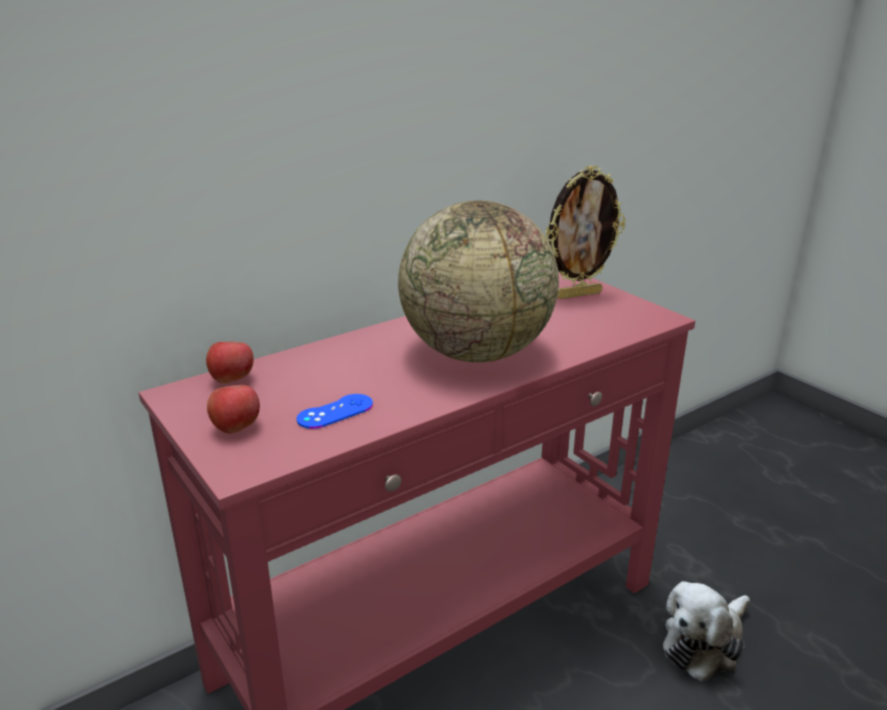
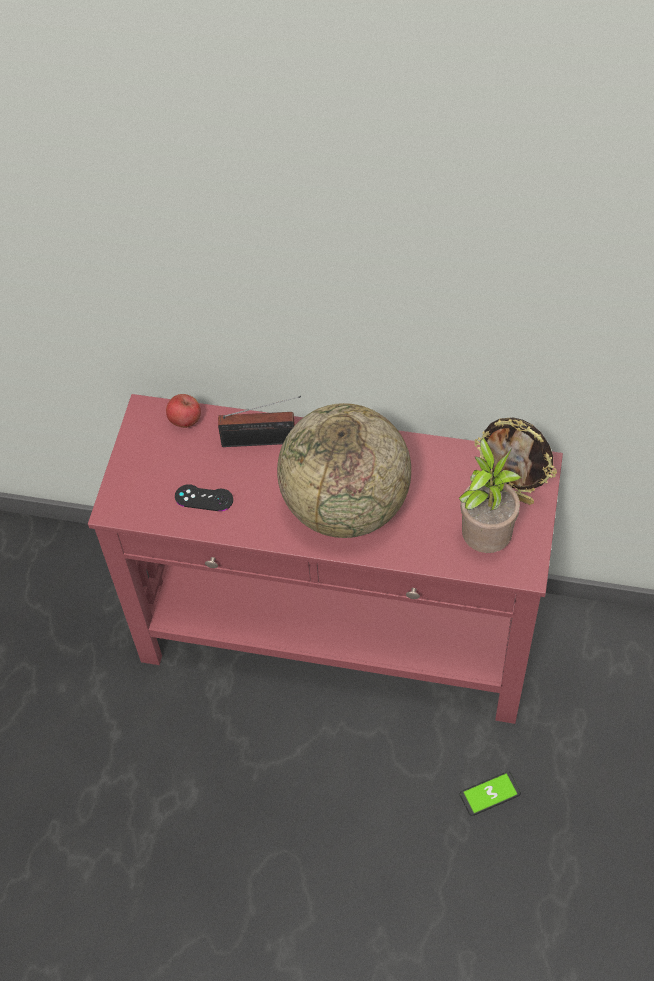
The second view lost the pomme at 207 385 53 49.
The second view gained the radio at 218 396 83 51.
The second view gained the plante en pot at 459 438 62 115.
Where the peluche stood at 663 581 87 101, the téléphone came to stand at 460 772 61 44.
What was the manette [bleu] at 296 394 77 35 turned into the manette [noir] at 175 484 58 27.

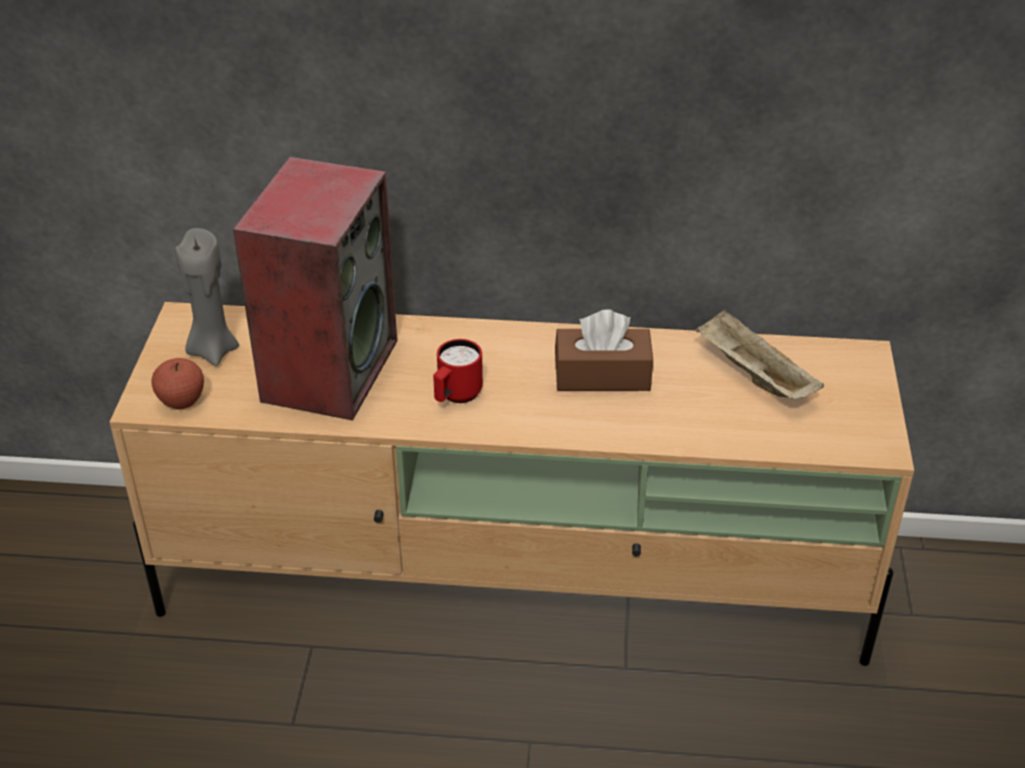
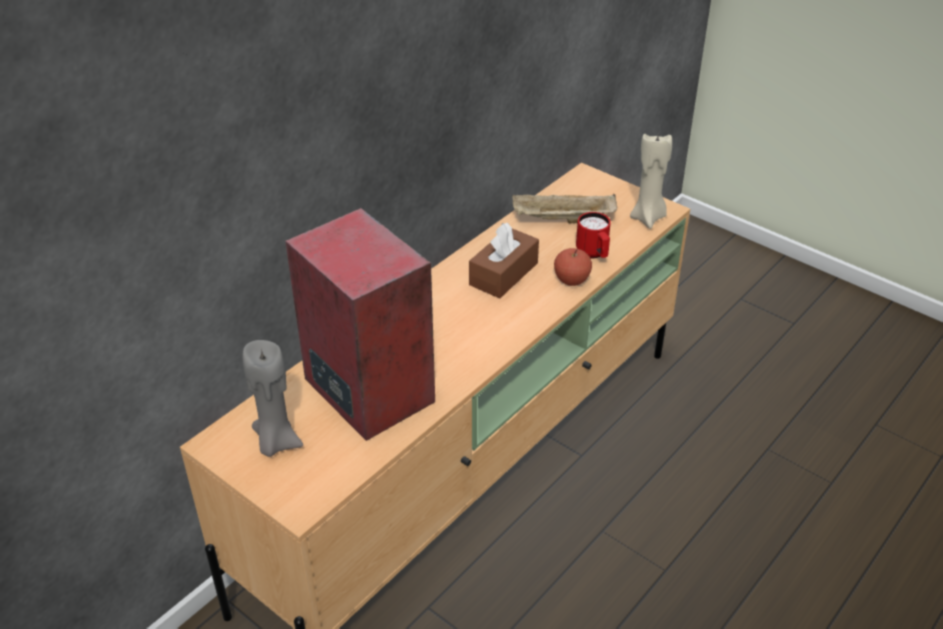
The second view gained the bougie [beige] at 630 131 42 98.
The pomme ended up elsewhere, having gone from 152 358 52 51 to 554 248 38 38.
The mug [rouge] ended up elsewhere, having gone from 433 339 50 64 to 576 212 35 47.

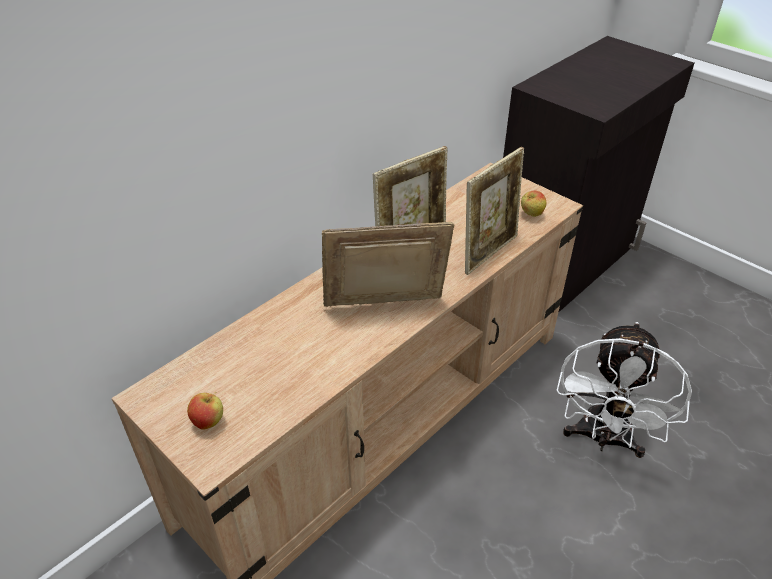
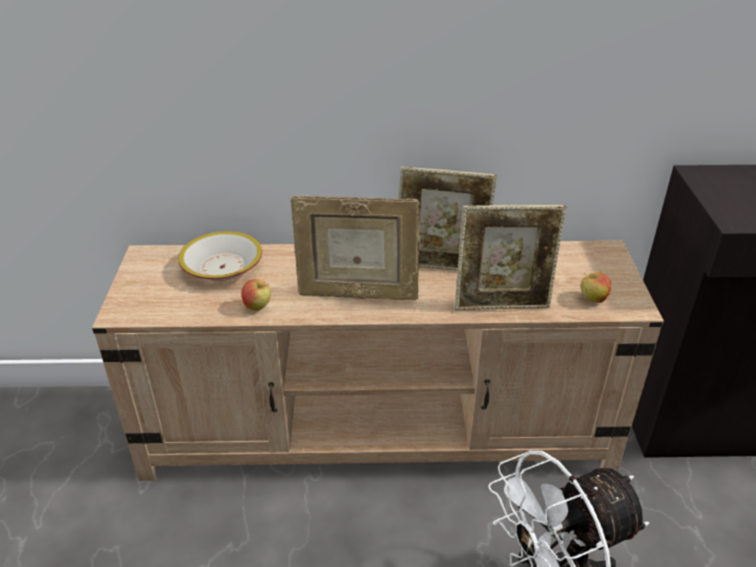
The second view gained the bol at 178 231 84 50.
The pomme ended up elsewhere, having gone from 187 392 36 38 to 241 279 30 32.
The cadre photo at 322 222 132 85 ended up facing another way, 150 degrees clockwise from before.

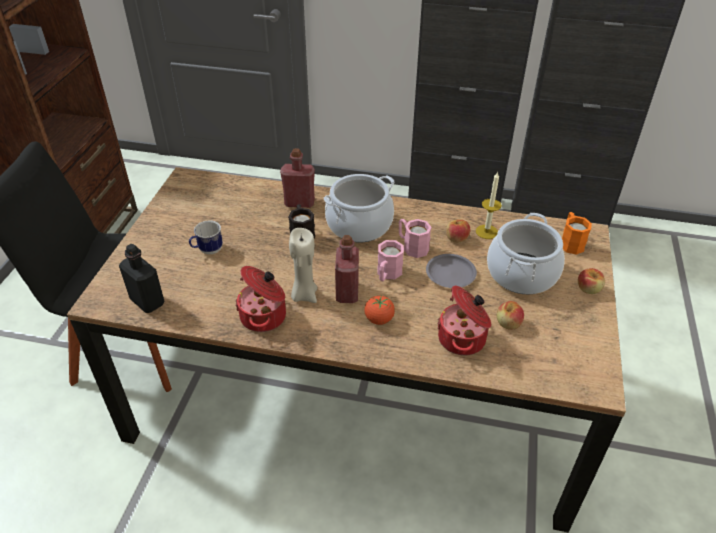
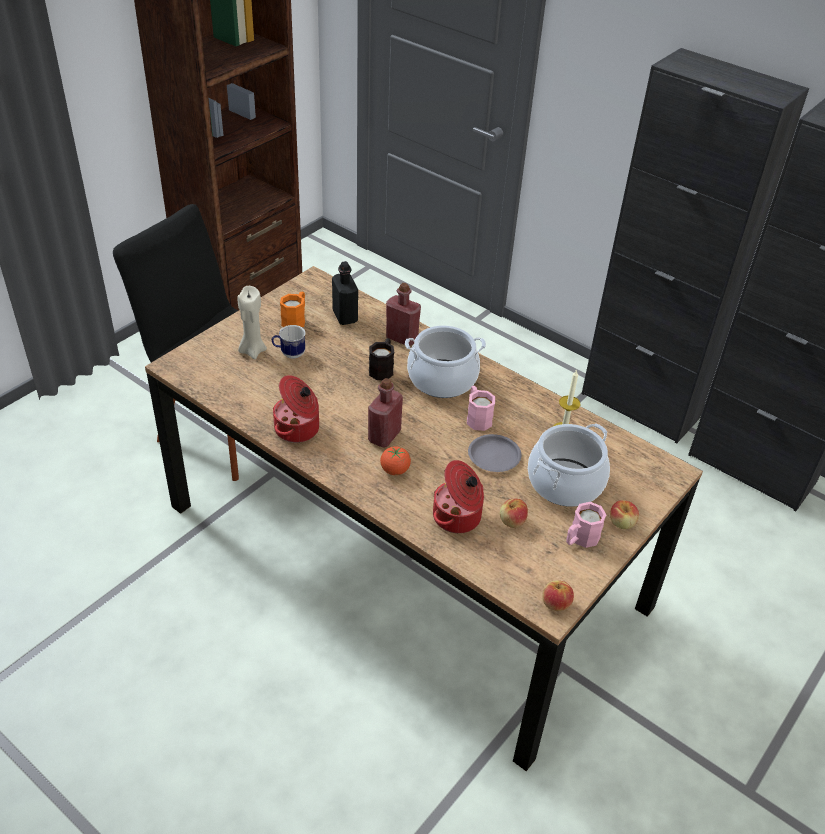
The bouteille [noir] ended up elsewhere, having gone from 119 244 46 69 to 332 261 26 64.
The bougie [beige] ended up elsewhere, having gone from 289 228 28 75 to 237 286 30 73.
The mug [rose] ended up elsewhere, having gone from 377 240 27 41 to 566 502 40 46.
The pomme ended up elsewhere, having gone from 446 219 24 24 to 542 581 32 30.
The mug [orange] ended up elsewhere, having gone from 562 212 30 43 to 280 292 25 35.

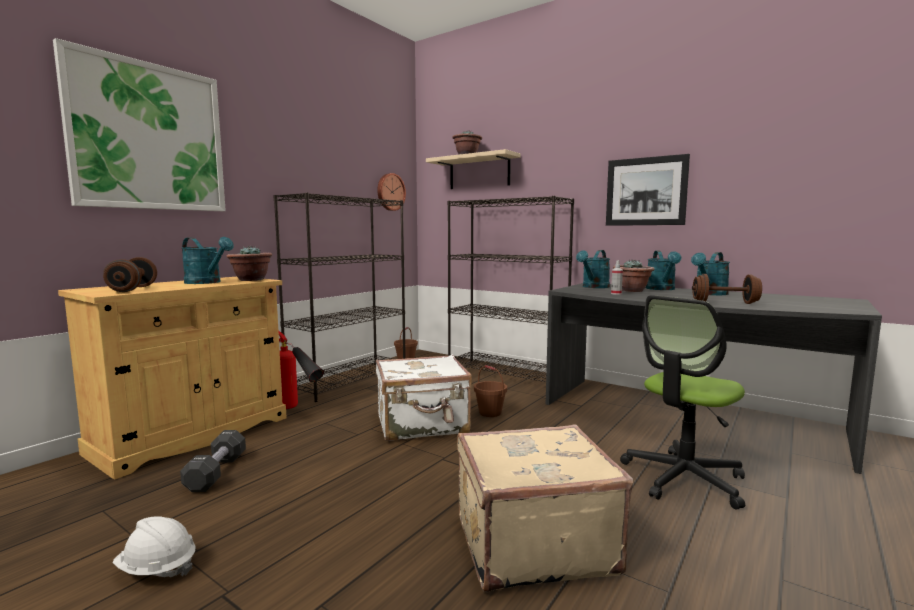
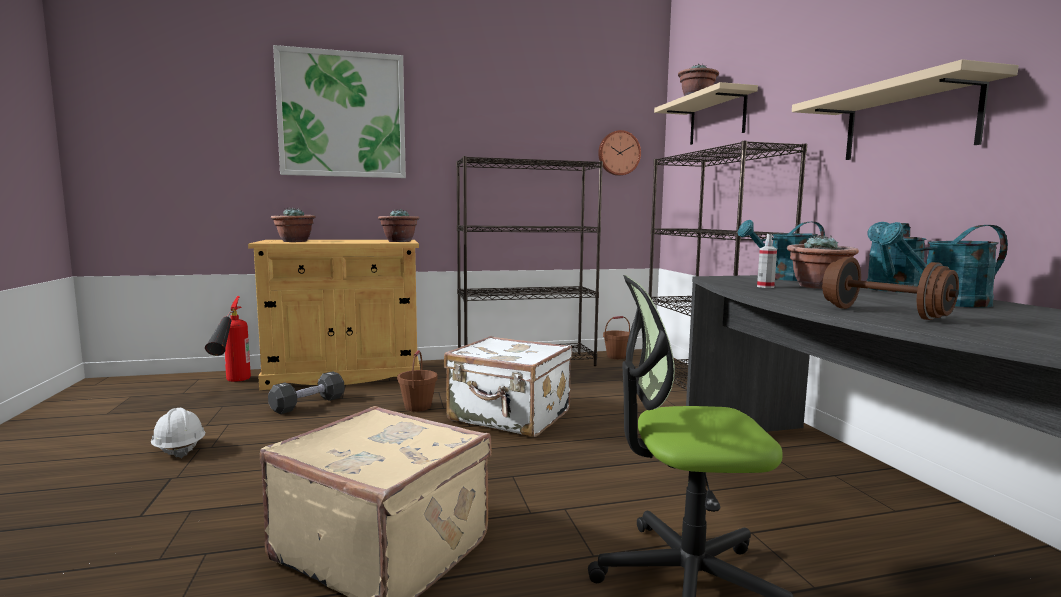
The second view lost the arrosoir [turquoise] at 182 237 52 47.
The extincteur ended up elsewhere, having gone from 278 330 46 79 to 205 296 46 86.
The seau [marron] ended up elsewhere, having gone from 474 365 33 52 to 397 350 40 62.
Where the haltère [marron] stood at 103 257 54 35, the plante en pot came to stand at 271 207 45 35.
Where the tableau hung at 606 154 84 72, the étagère [beige] came to hang at 792 59 227 101.

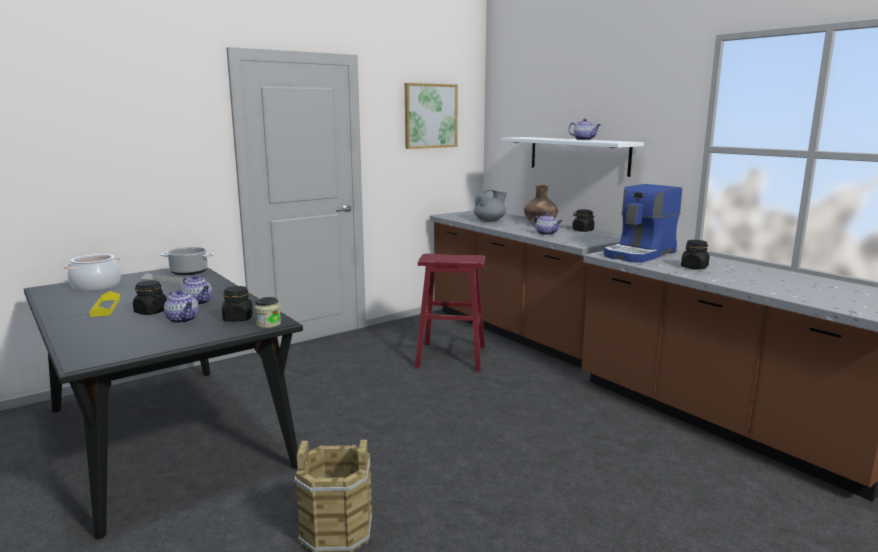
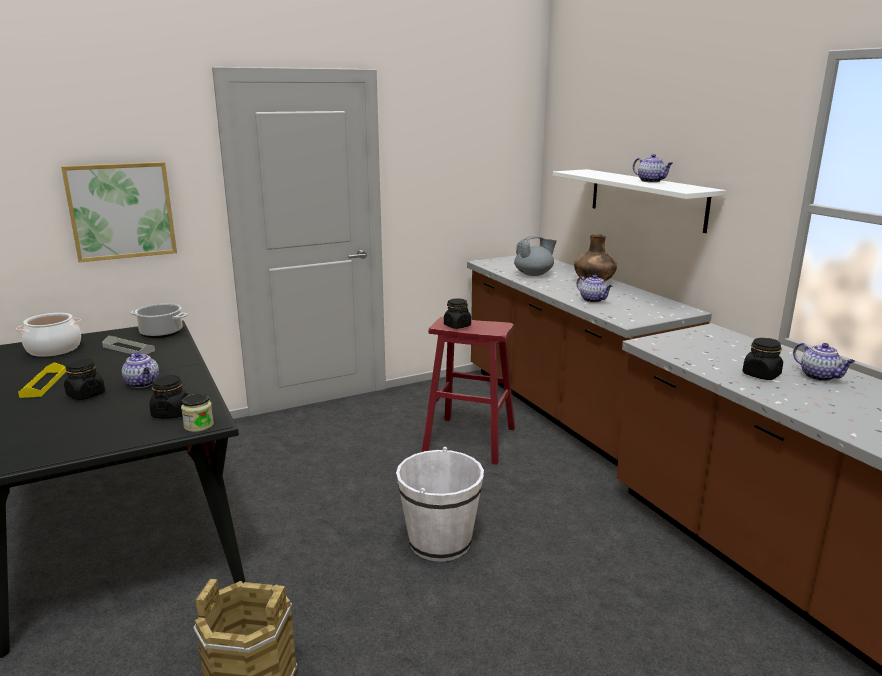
The second view lost the machine à café at 604 184 78 79.
The second view gained the seau [blanc] at 396 447 88 115.
The théière ended up elsewhere, having gone from 164 290 35 33 to 793 343 62 38.
The tableau ended up elsewhere, having gone from 405 83 53 66 to 61 162 116 100.
The bocal [noir] ended up elsewhere, having gone from 572 209 22 23 to 444 298 27 31.

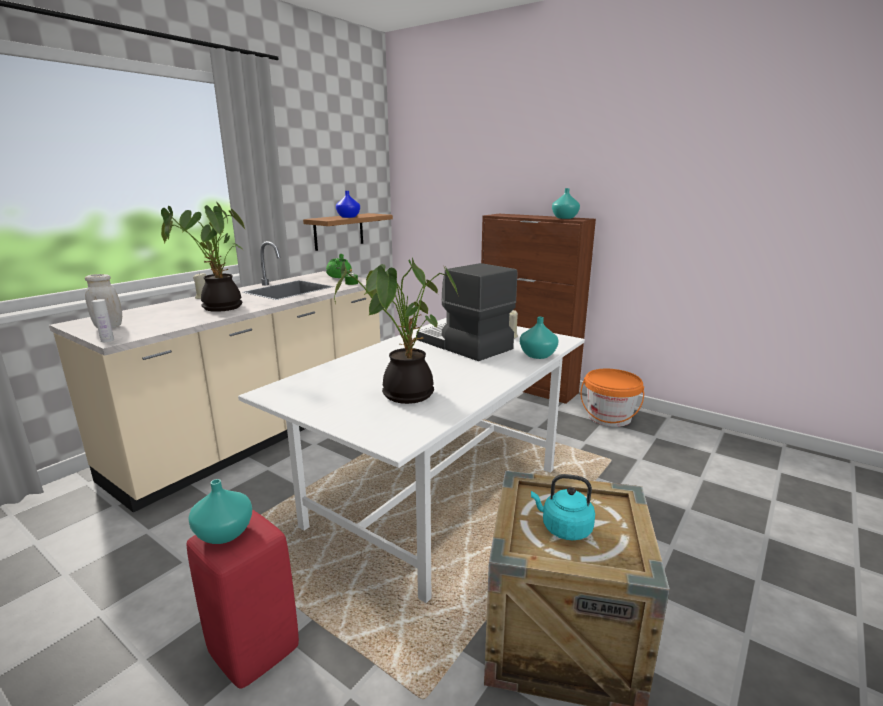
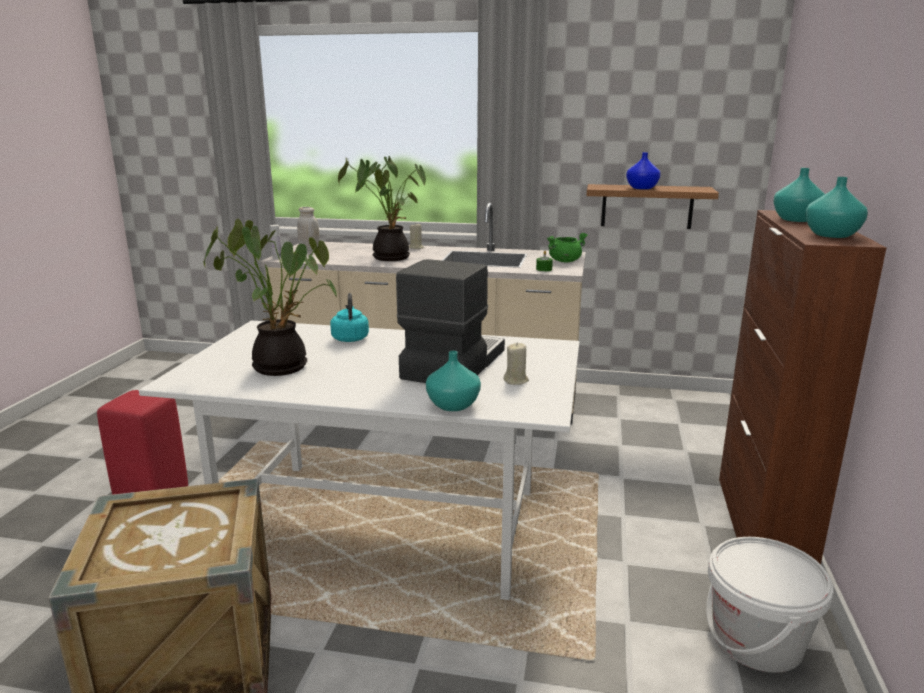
The vase [turquoise] ended up elsewhere, having gone from 188 479 64 65 to 773 168 52 54.
The bouilloire [turquoise] ended up elsewhere, having gone from 531 474 64 66 to 330 293 39 49.
What was the seau [orange] at 581 369 63 58 turned into the seau [blanc] at 706 537 127 136.

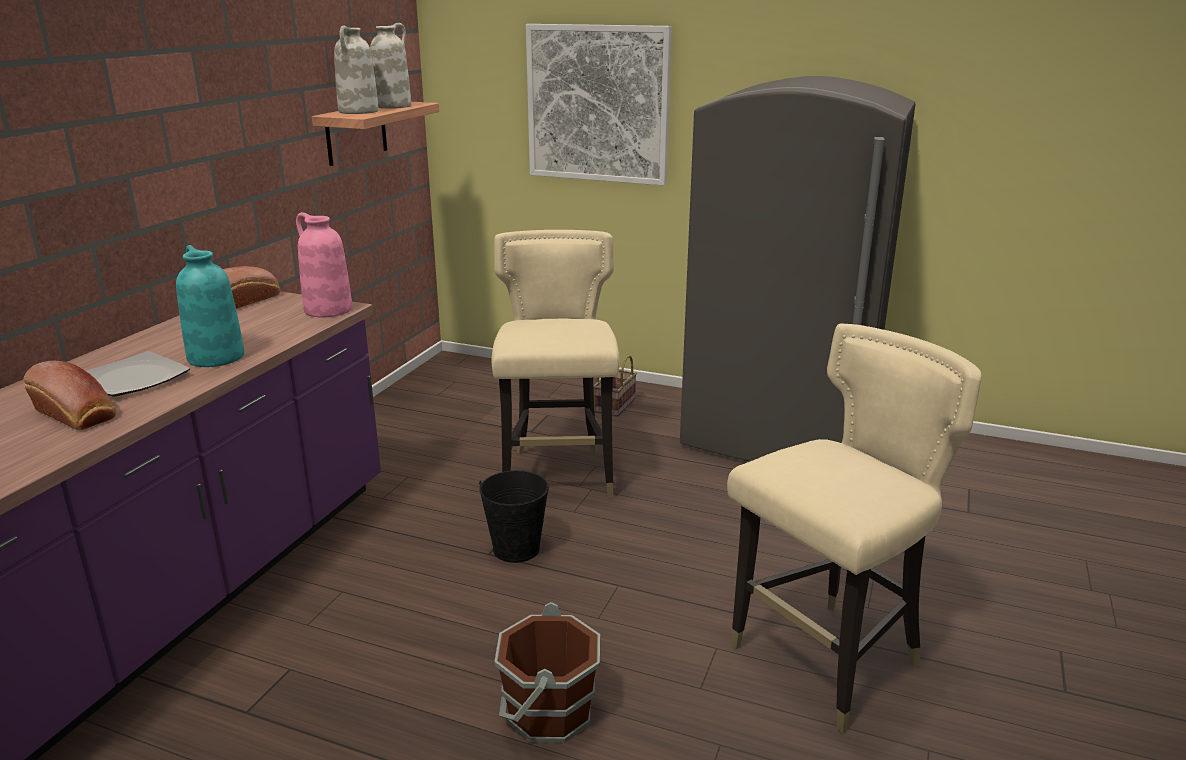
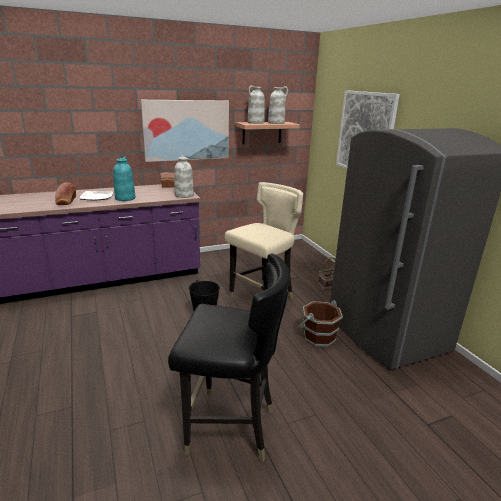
The second view gained the tableau at 140 100 89 62.
The seau [marron] ended up elsewhere, having gone from 494 602 106 141 to 299 300 44 47.
What was the vase [rose] at 296 212 56 106 turned into the vase [blanc] at 174 155 20 43.
What was the chaise [beige] at 727 323 255 411 turned into the chaise [noir] at 168 253 122 209.

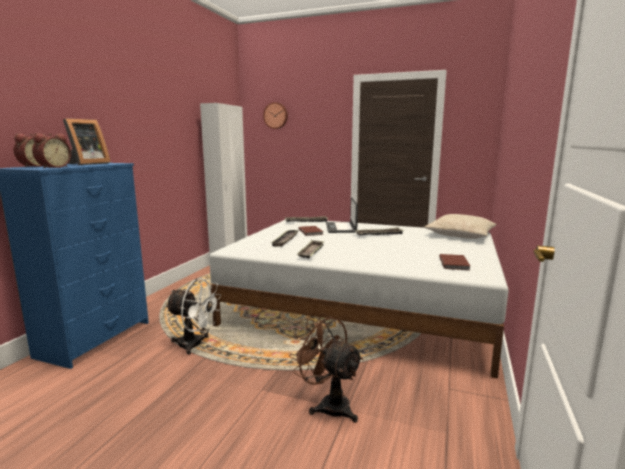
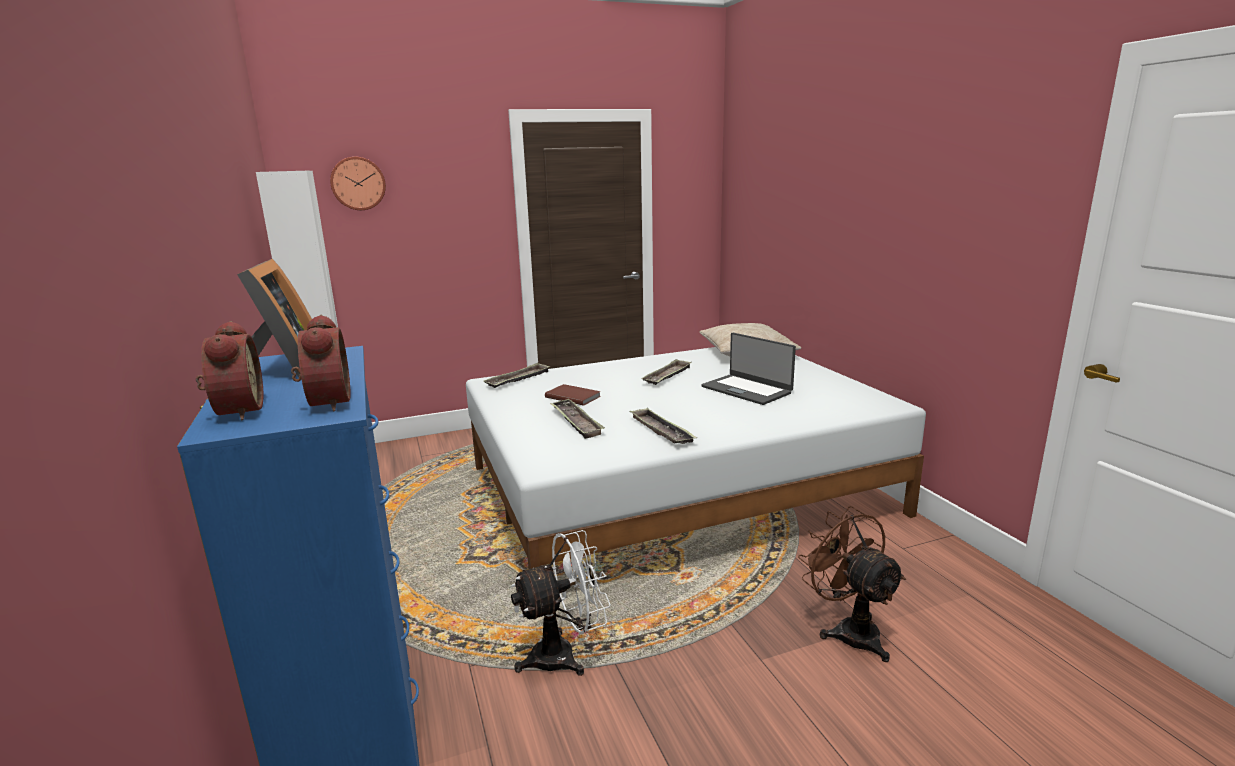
The second view lost the livre [marron] at 439 254 31 16.
The ordinateur portable ended up elsewhere, having gone from 326 198 32 35 to 701 333 95 72.
The ventilateur [marron] at 289 314 75 109 ended up facing another way, 60 degrees clockwise from before.

